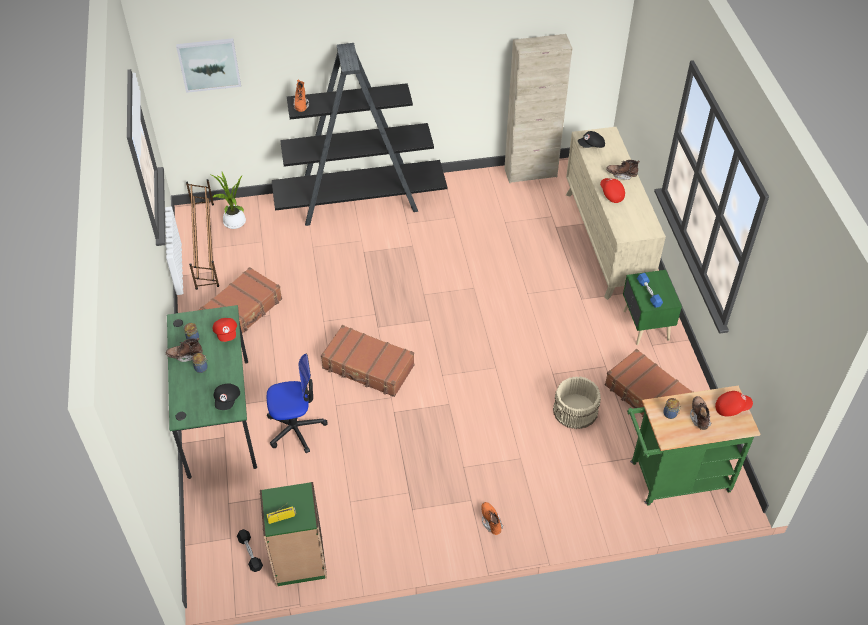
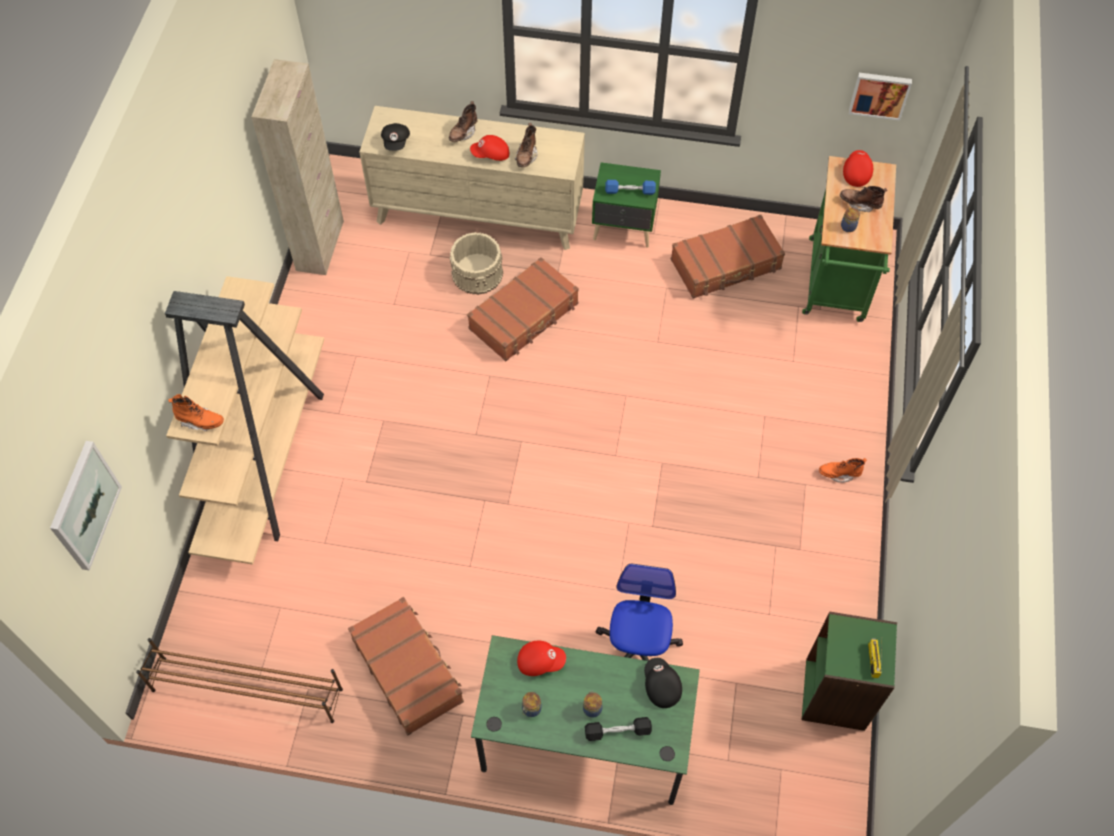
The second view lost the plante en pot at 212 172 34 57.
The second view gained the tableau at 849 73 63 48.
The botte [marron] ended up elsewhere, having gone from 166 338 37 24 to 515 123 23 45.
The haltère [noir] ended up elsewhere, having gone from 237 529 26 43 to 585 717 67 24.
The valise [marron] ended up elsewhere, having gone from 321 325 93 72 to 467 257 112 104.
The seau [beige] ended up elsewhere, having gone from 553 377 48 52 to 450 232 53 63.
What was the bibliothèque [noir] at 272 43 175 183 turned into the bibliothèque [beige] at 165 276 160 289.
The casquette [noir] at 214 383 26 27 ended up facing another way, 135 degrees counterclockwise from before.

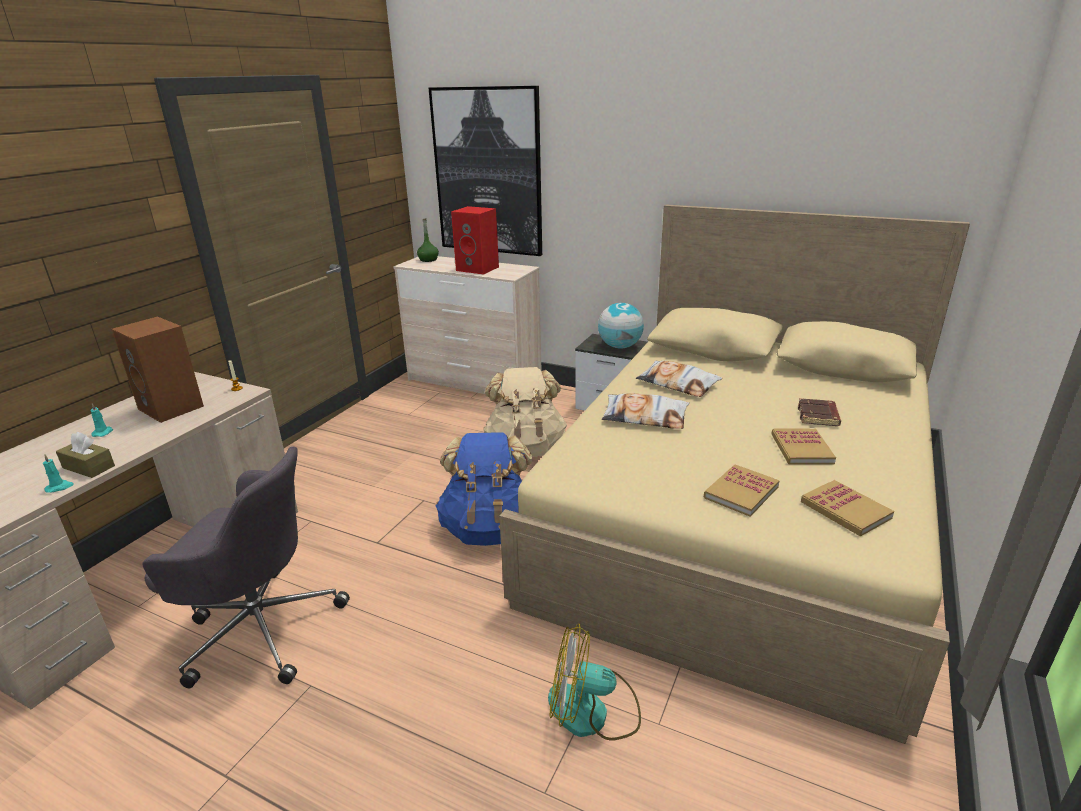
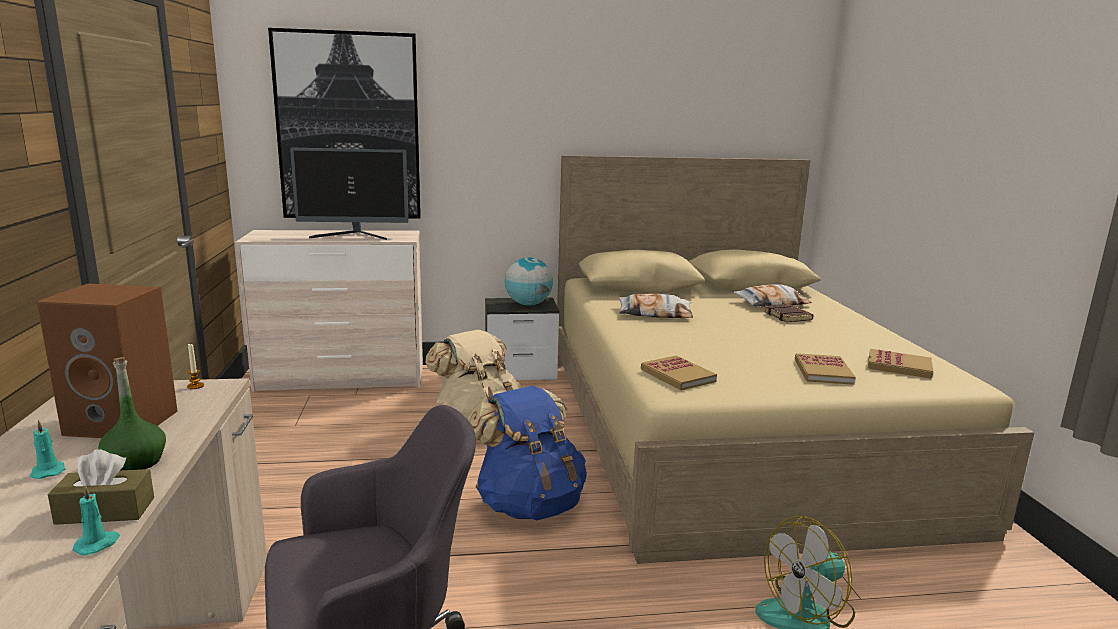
The bouteille [vert] ended up elsewhere, having gone from 417 219 22 43 to 98 357 68 113.
The coussin ended up elsewhere, having gone from 602 394 88 35 to 732 284 80 23.
The livre ended up elsewhere, having gone from 772 428 64 36 to 641 356 76 34.
Where the enceinte [rouge] stood at 451 206 48 69, the écran d'ordinateur came to stand at 290 148 119 92.

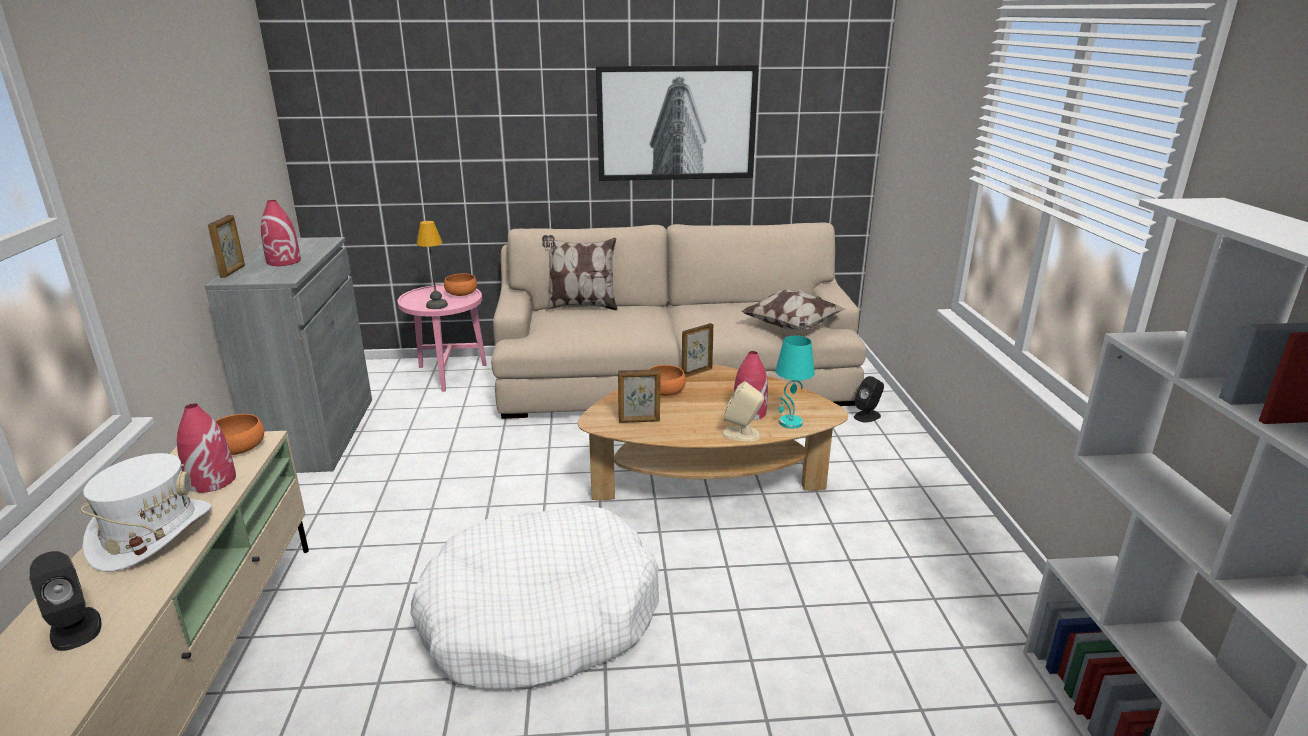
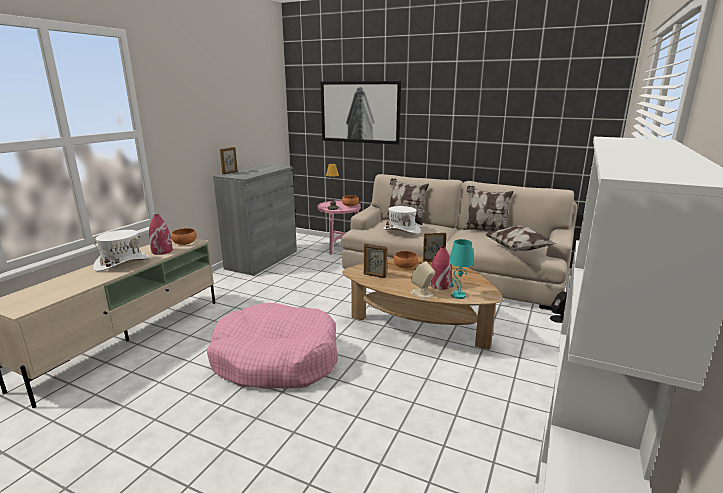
The second view lost the enceinte [noir] at 29 551 73 100.
The second view lost the vase [rouge] at 261 200 40 66.
The second view gained the chapeau [blanc] at 383 206 38 28.
The second view gained the coussin at 463 185 50 46.
The tableau ended up elsewhere, having gone from 596 65 163 116 to 321 81 80 63.
What was the panier pour chien [blanc] at 410 505 249 184 turned into the panier pour chien [rose] at 207 303 131 86.

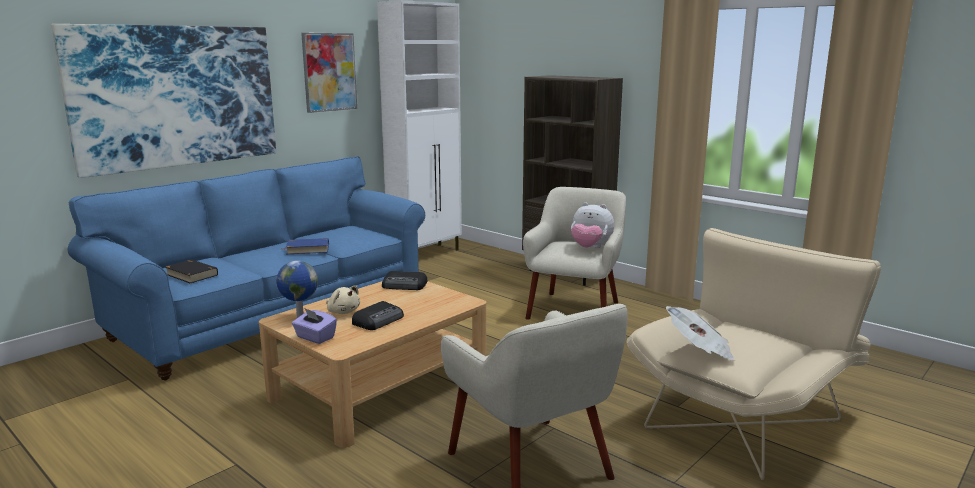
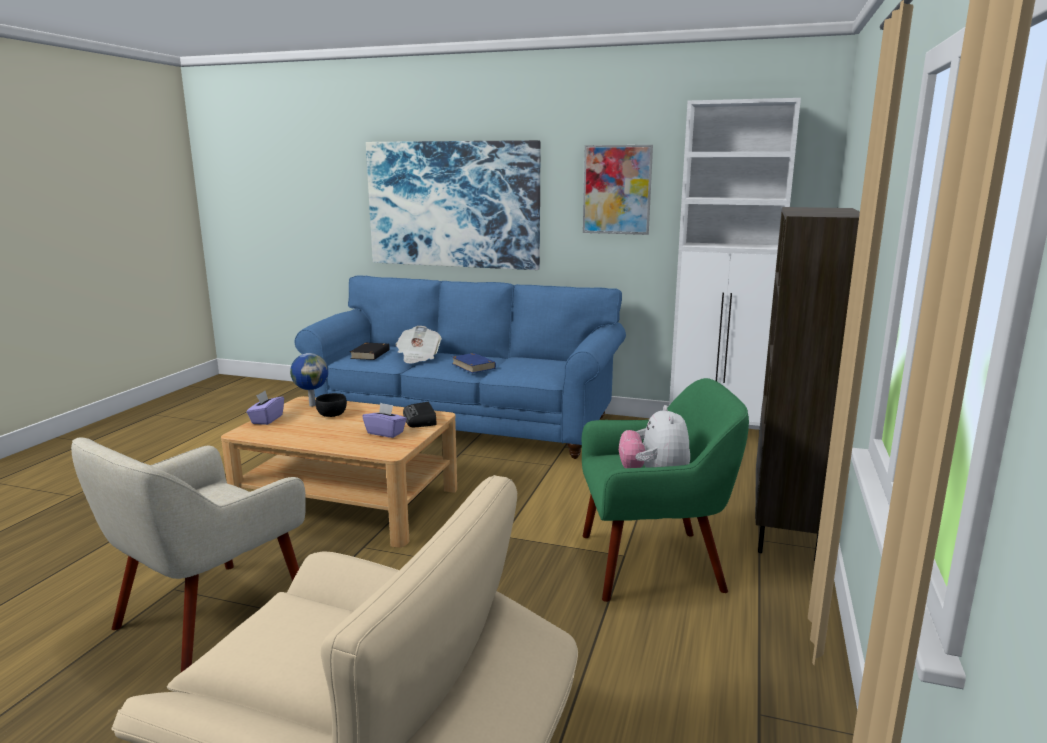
The second view lost the radio at 352 301 52 29.
The second view gained the boîte à mouchoirs [violet] at 362 403 45 35.
The journal ended up elsewhere, having gone from 666 306 69 55 to 396 326 46 37.
Where the peluche [beige] stood at 326 285 34 29, the bol [noir] came to stand at 315 393 32 24.
What was the fauteuil [beige] at 523 187 103 133 turned into the fauteuil [vert] at 582 378 167 224.

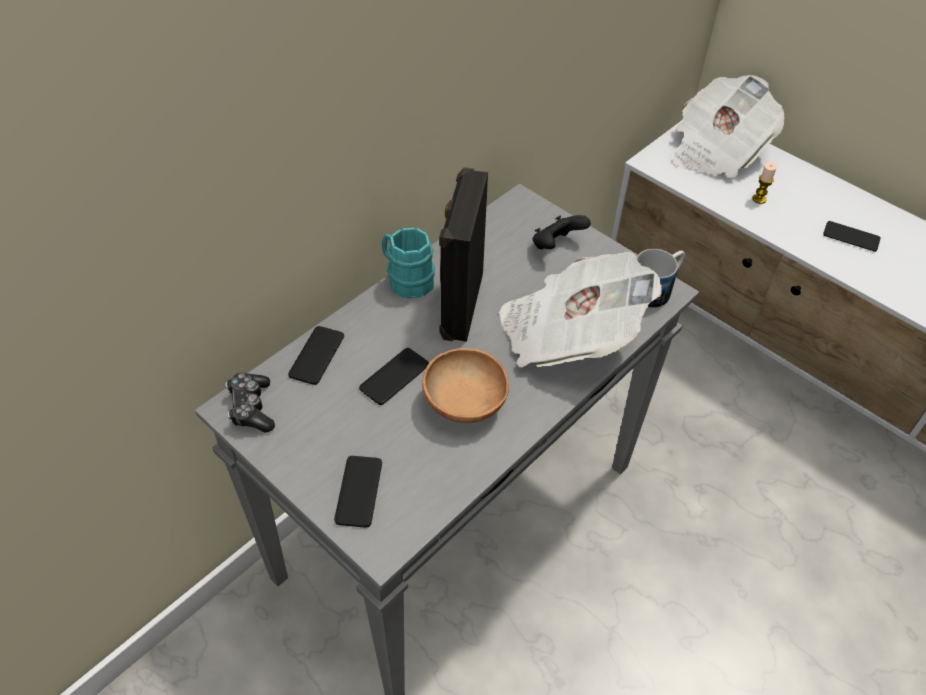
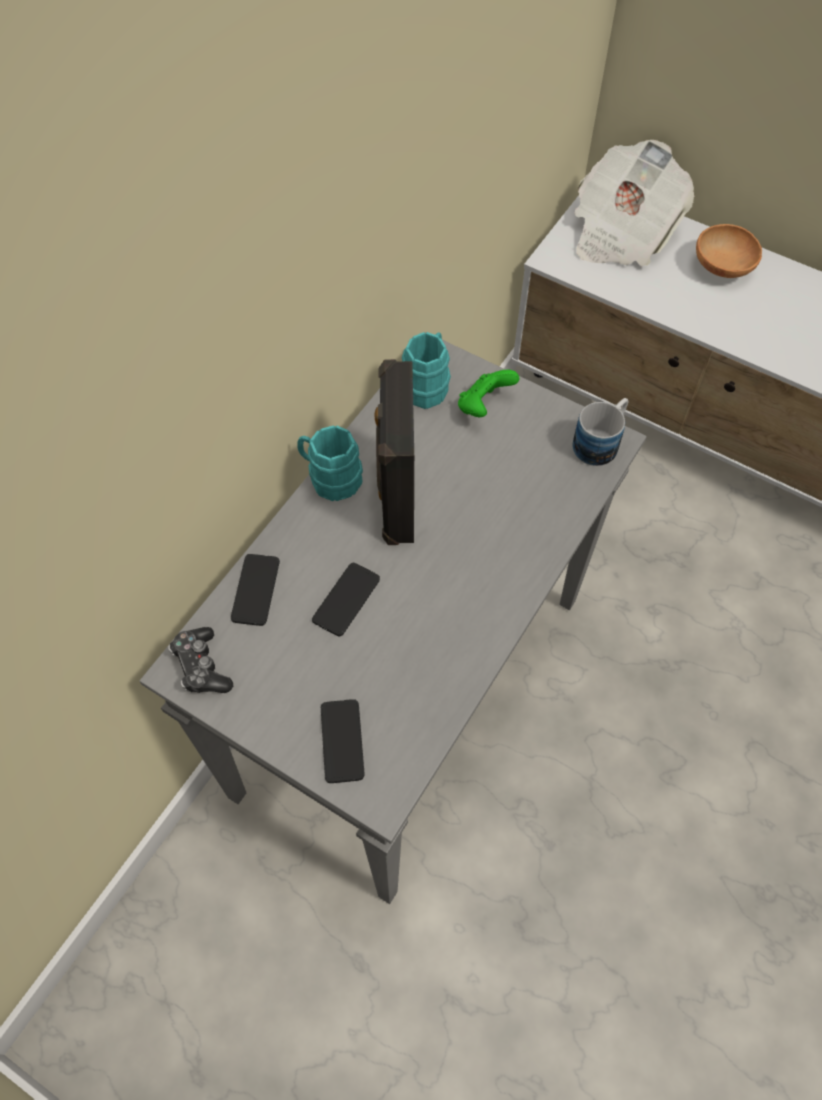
The second view lost the journal at 499 252 163 115.
The second view lost the bougie at 752 162 25 42.
The second view lost the téléphone at 823 221 57 31.
The second view gained the mug [turquoise] at 402 332 49 77.
The bol [marron] ended up elsewhere, having gone from 422 348 87 75 to 696 224 66 54.
What was the manette [noir] at 533 215 58 34 turned into the manette [vert] at 458 370 61 47.

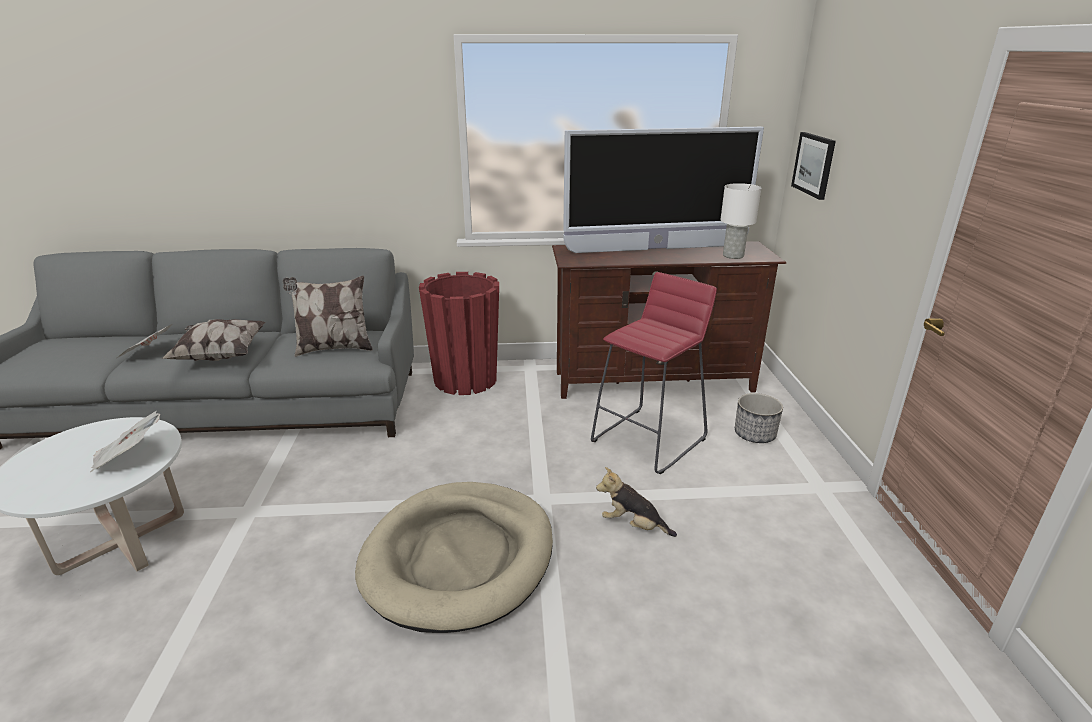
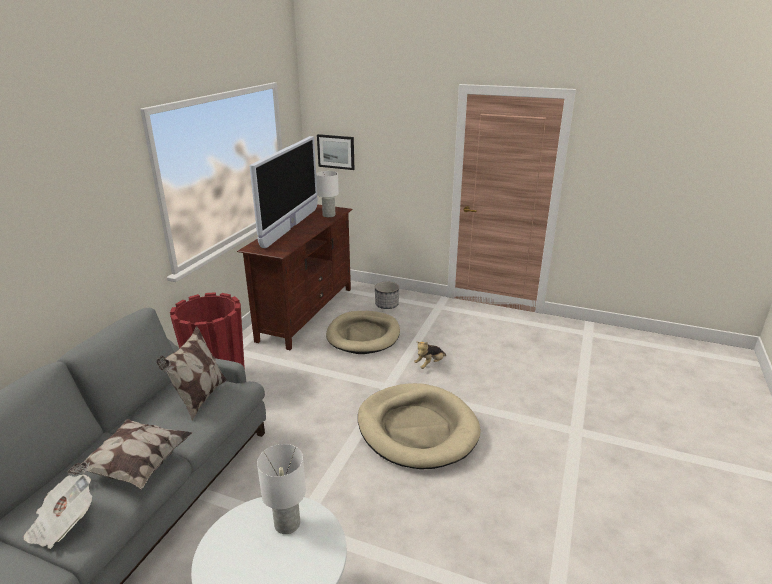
Where the journal stood at 90 411 70 61, the lampe de table [blanc] came to stand at 257 444 49 90.
Where the tabouret [rouge] stood at 591 272 126 202, the panier pour chien [beige] came to stand at 326 311 74 43.

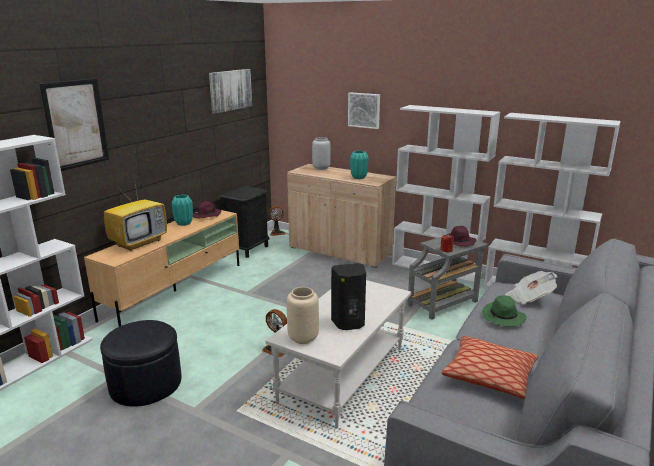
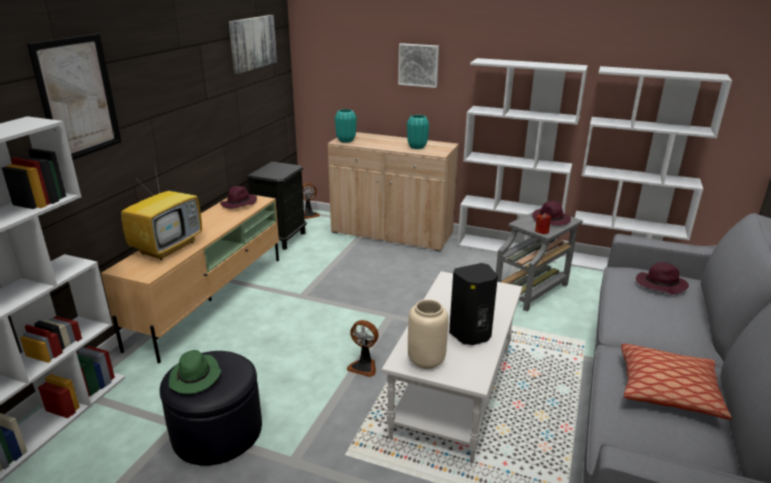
The second view lost the vase [gris] at 312 137 19 33.
The vase [turquoise] ended up elsewhere, having gone from 171 195 22 31 to 335 109 22 34.
The chapeau [vert] ended up elsewhere, having gone from 482 295 45 32 to 169 350 52 44.
Where the journal stood at 505 271 52 34, the chapeau [violet] came to stand at 636 262 53 33.

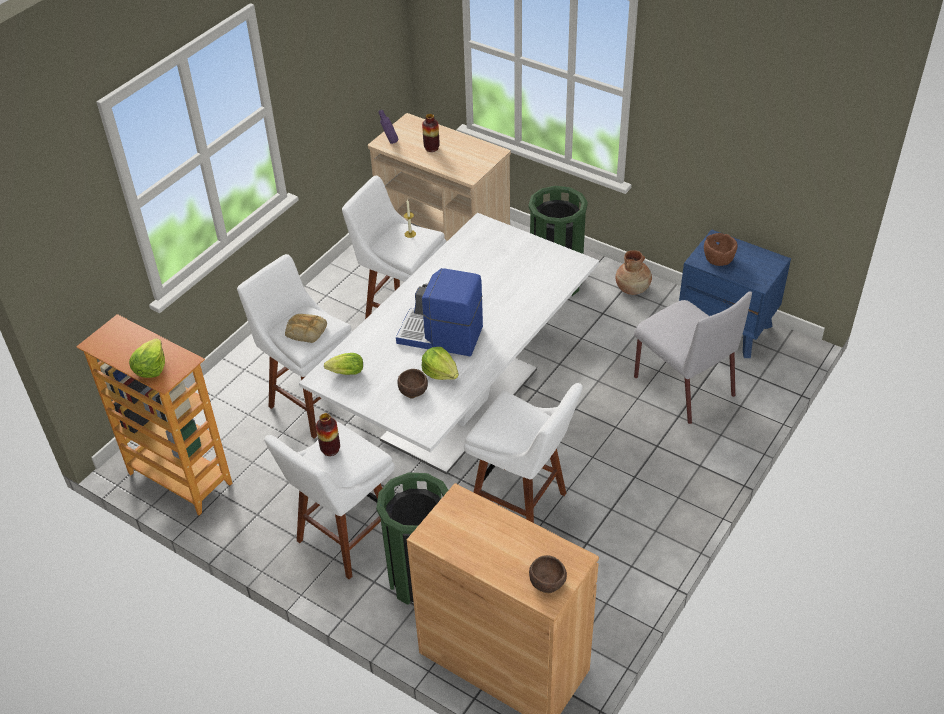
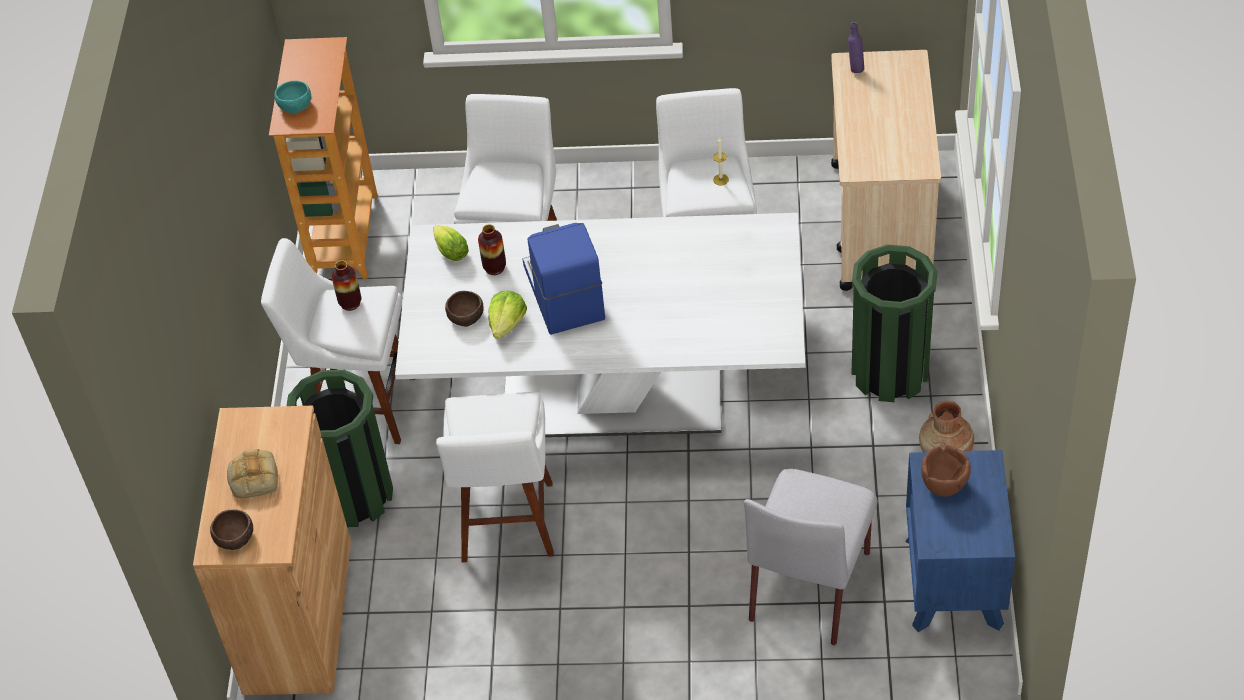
The pain ended up elsewhere, having gone from 285 314 42 29 to 227 449 51 49.
The vase ended up elsewhere, having gone from 422 114 18 38 to 478 224 28 51.
Where the laitue stood at 129 338 36 40, the bol [turquoise] came to stand at 274 80 37 34.

